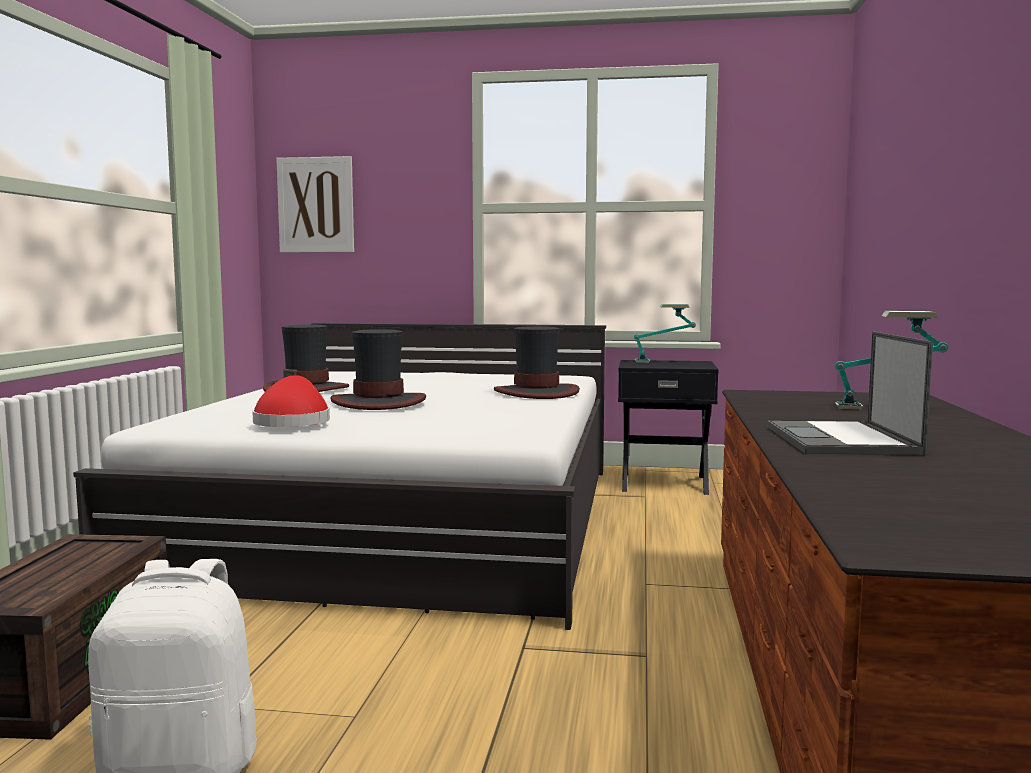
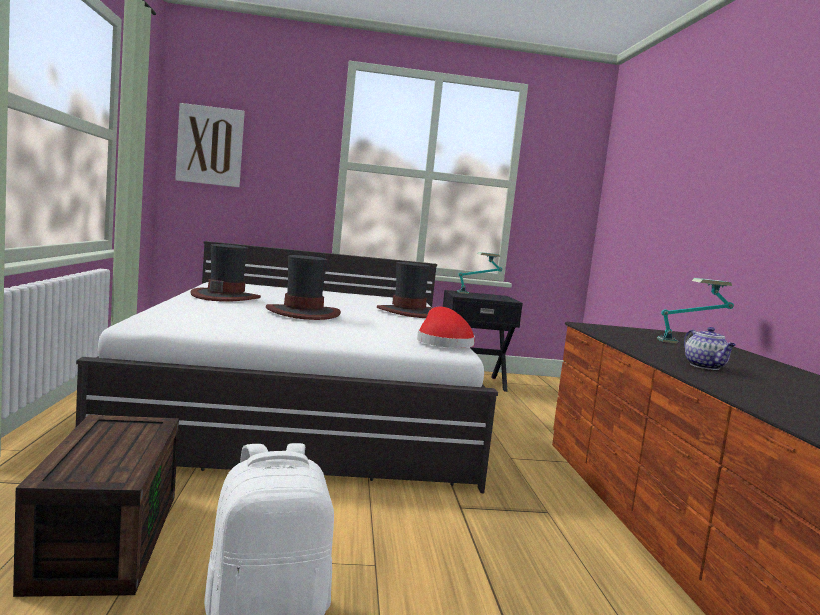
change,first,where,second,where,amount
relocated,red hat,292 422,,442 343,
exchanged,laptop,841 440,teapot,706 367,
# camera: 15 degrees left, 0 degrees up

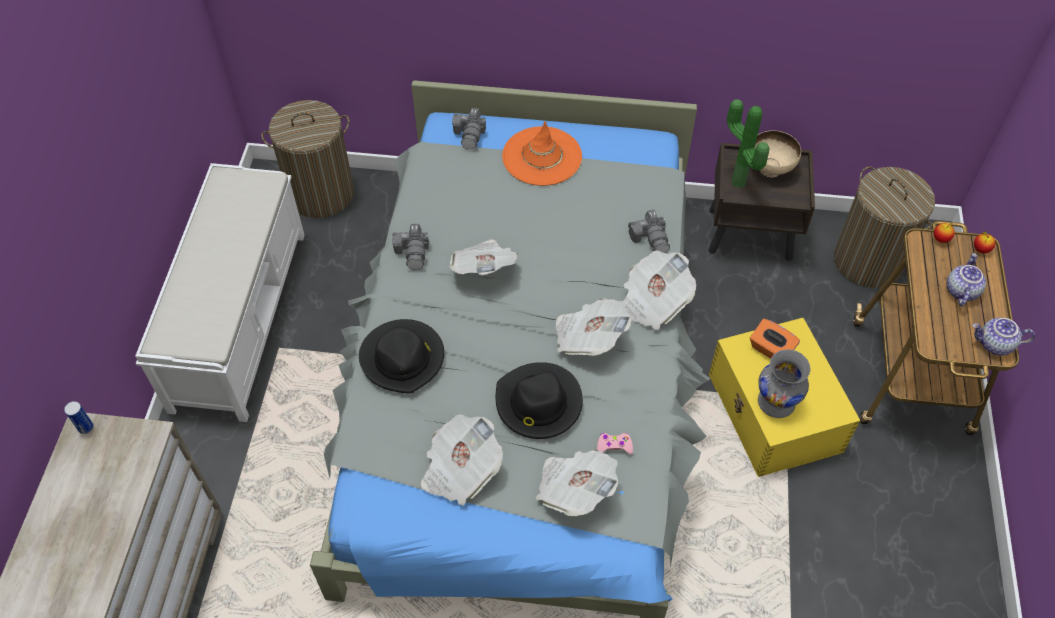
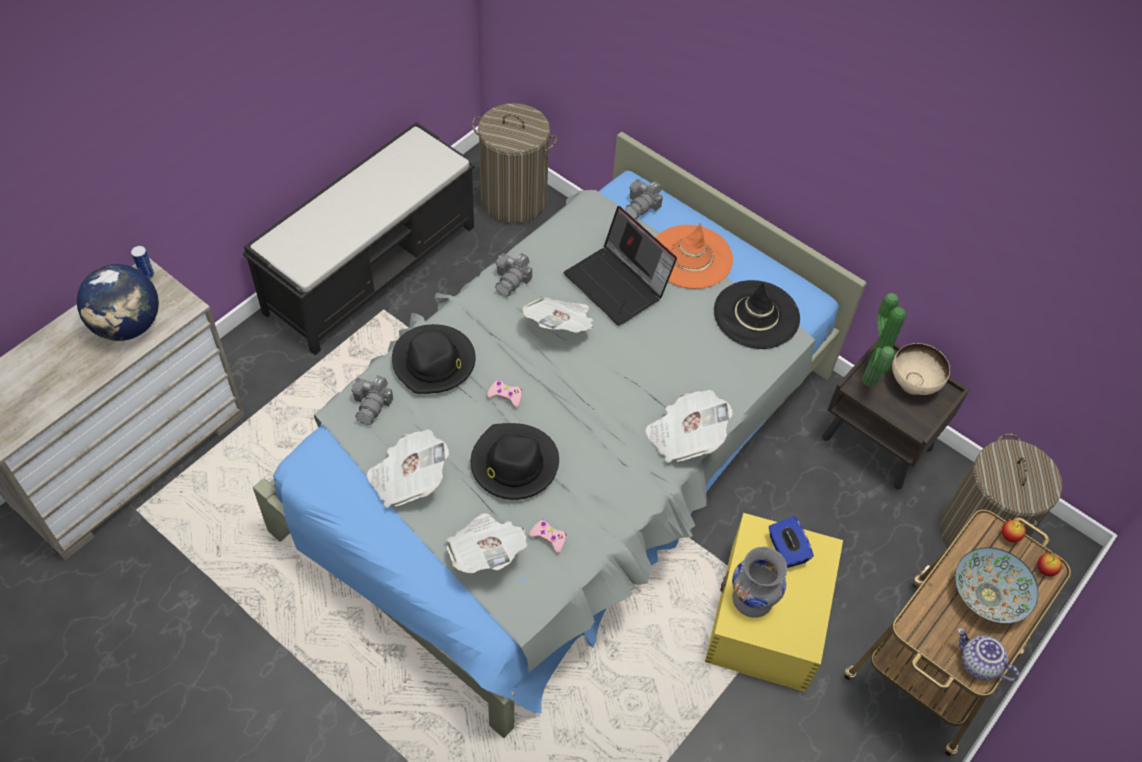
change,first,where,second,where,amount
missing,newspaper,589 338,,,
appeared,,,globe,128 326,
appeared,,,pink game controller,505 395,
appeared,,,laptop,618 284,
appeared,,,black hat,756 315,
relocated,photo camera,651 238,,372 405,
exchanged,teapot,960 290,bowl,987 595,
colour,white bench,240 317,black bench,372 267,
colour,orange tissue box,770 349,blue tissue box,786 550,
# camera: 30 degrees right, 0 degrees up

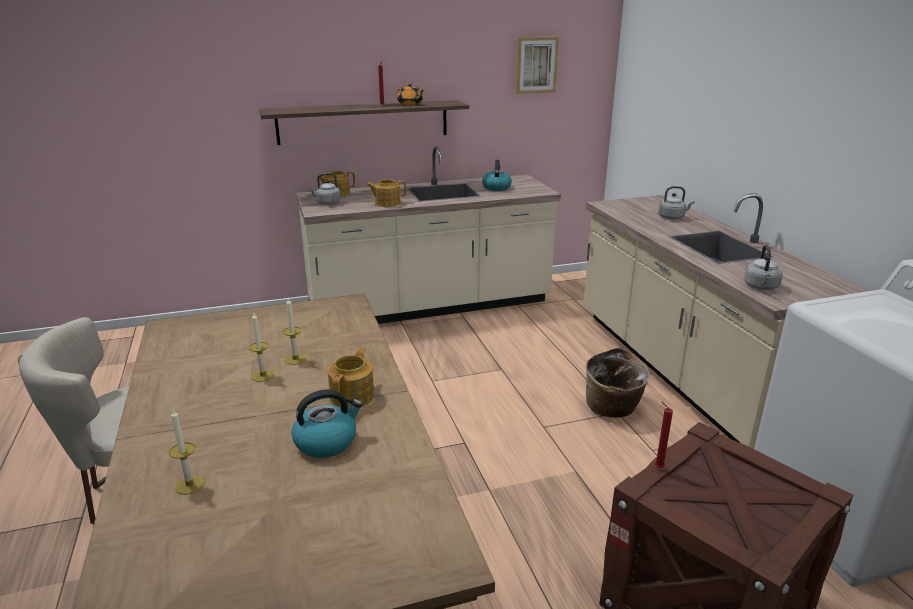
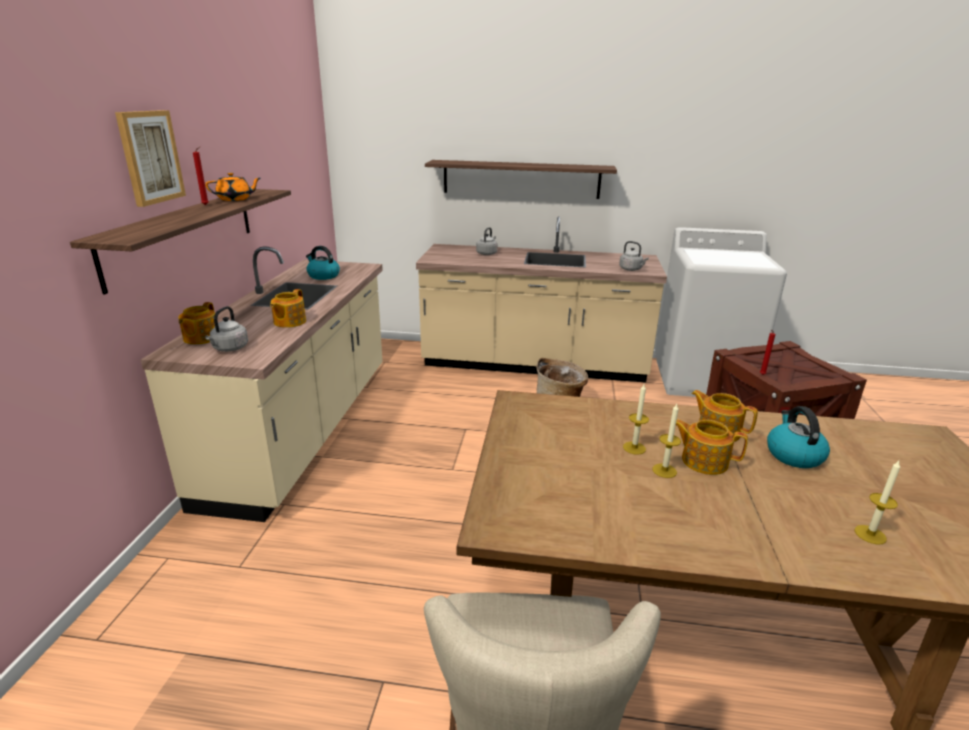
change,first,where,second,where,amount
appeared,,,shelf,521 179,
appeared,,,teapot,703 461,
relocated,picture,535 65,,150 157,
# camera: 65 degrees left, 0 degrees up

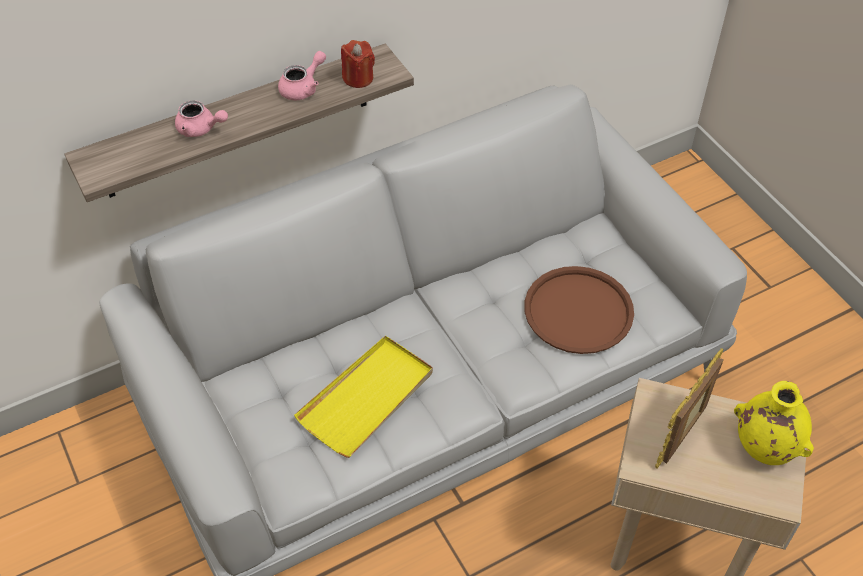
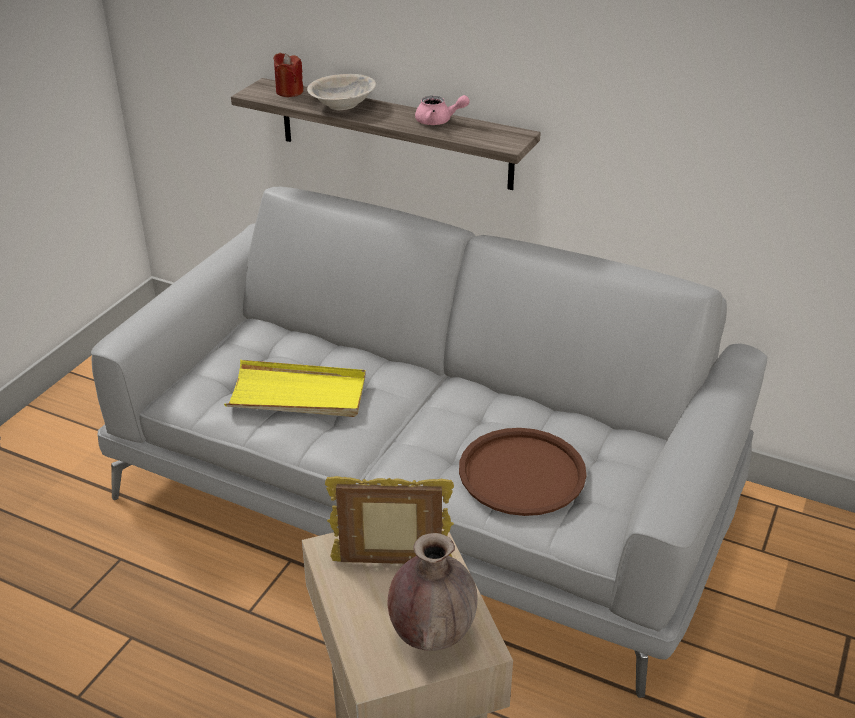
change,first,where,second,where,amount
relocated,red candle,358 78,,289 92,
exchanged,pink teapot,200 129,beige bowl,343 105,
colour,yellow vase,763 448,brown vase,432 635,
# camera: 55 degrees right, 15 degrees down

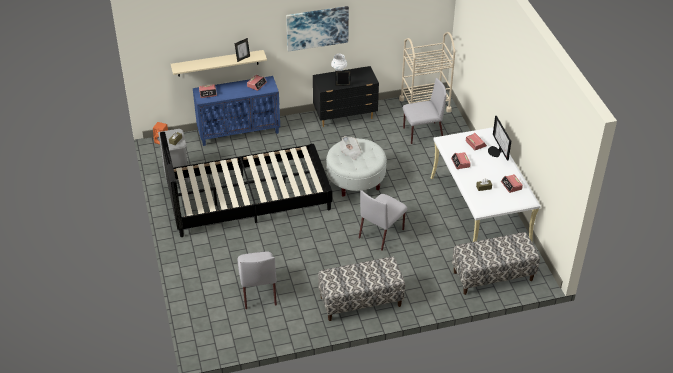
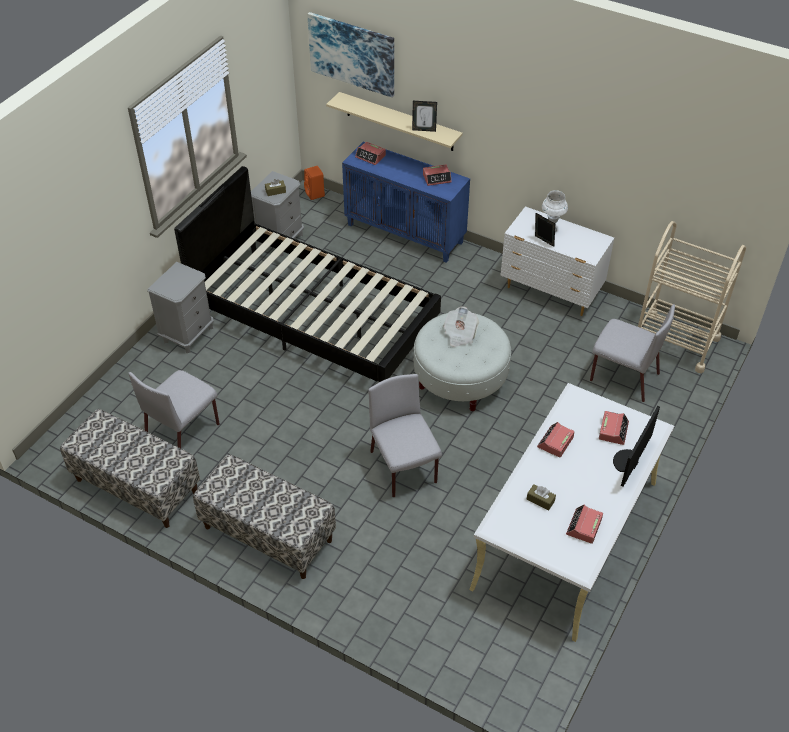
change,first,where,second,where,amount
appeared,,,grey nightstand,188 334,
relocated,picture,317 28,,352 53,
relocated,bench,492 276,,136 486,
colour,black dresser,345 116,white dresser,551 292,
spun,grey chair,381 233,,404 468,75 degrees clockwise
# camera: 45 degrees right, 5 degrees up

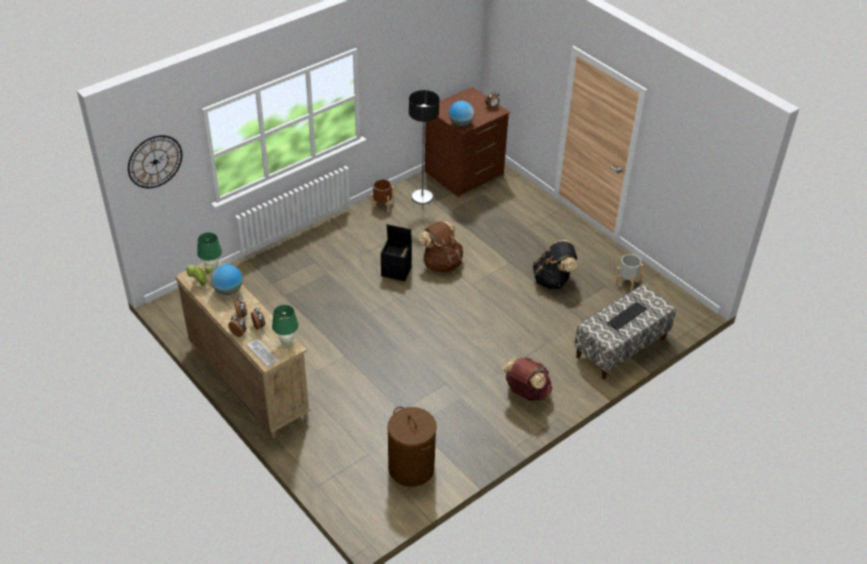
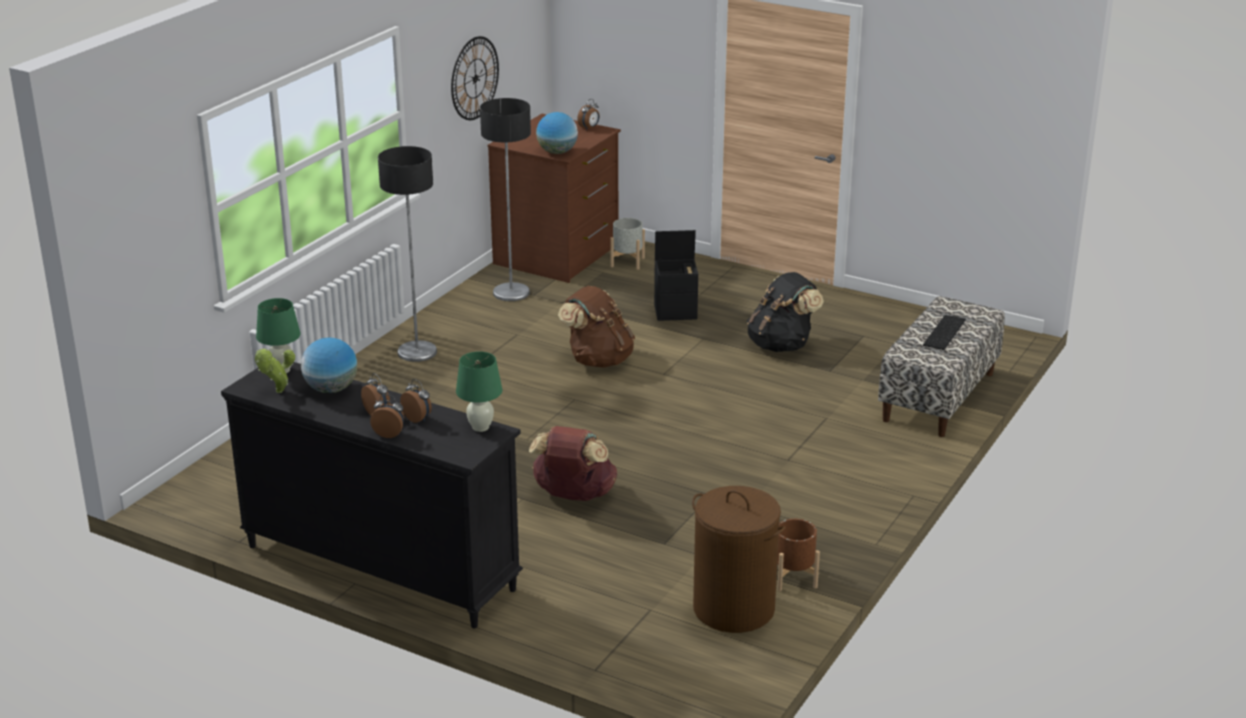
change,first,where,second,where,amount
missing,keyboard,262 353,,,
appeared,,,floor lamp,416 352,
relocated,wall clock,155 161,,475 78,
relocated,brown planter,382 205,,793 578,
relocated,black storage box,397 271,,676 312,
relocated,brown backpack,526 392,,573 495,
relocated,grey planter,627 281,,627 262,
colour,beige dresser,248 381,black dresser,379 567,
# camera: 20 degrees left, 15 degrees down

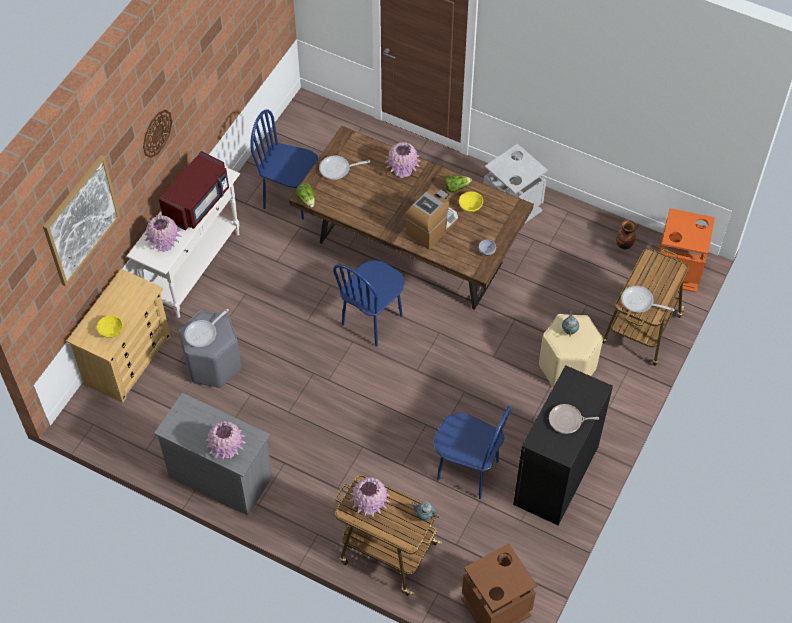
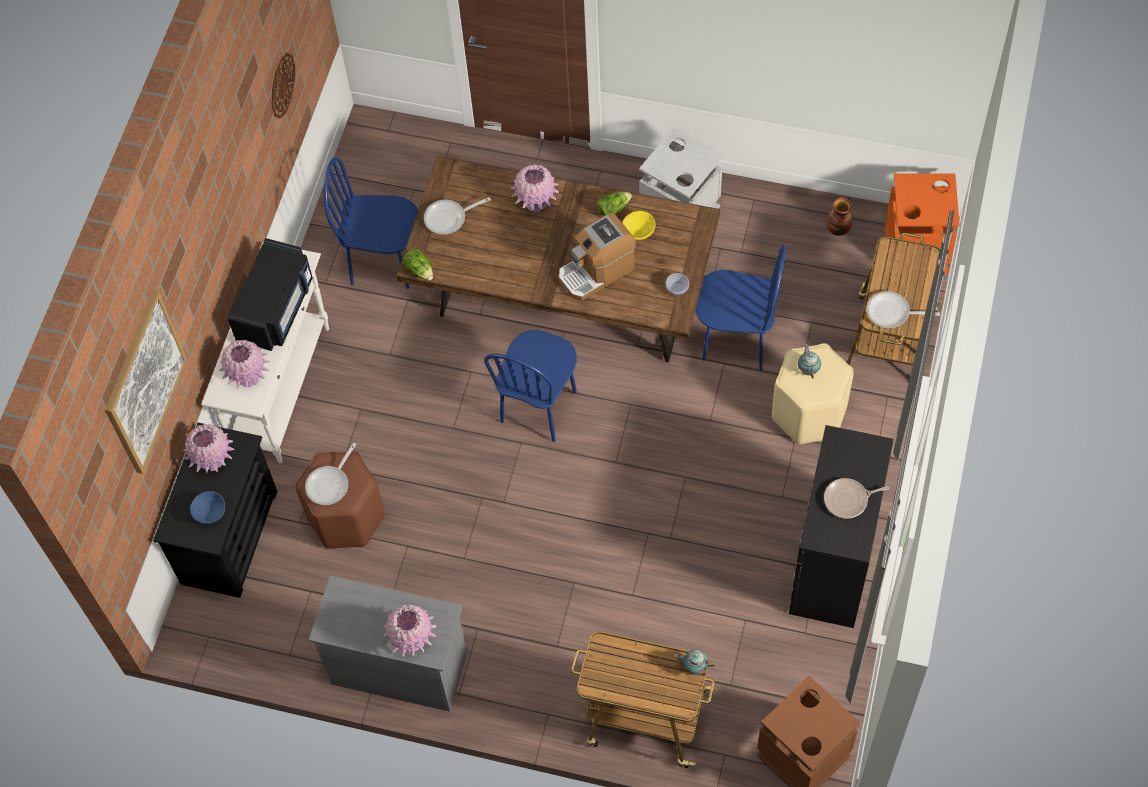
change,first,where,second,where,amount
relocated,wall clock,156 133,,282 85,
relocated,pink vase,370 505,,212 459,
relocated,blue chair,467 471,,736 341,
colour,beige dresser,128 360,black dresser,230 536,
colour,yellow bowl,110 331,blue bowl,209 513,
colour,red microwave,198 203,black microwave,276 308,
colour,grey stool,214 365,brown stool,347 517,
spun,coffee machine,432 227,,596 271,150 degrees counterclockwise
# camera: 10 degrees left, 5 degrees up

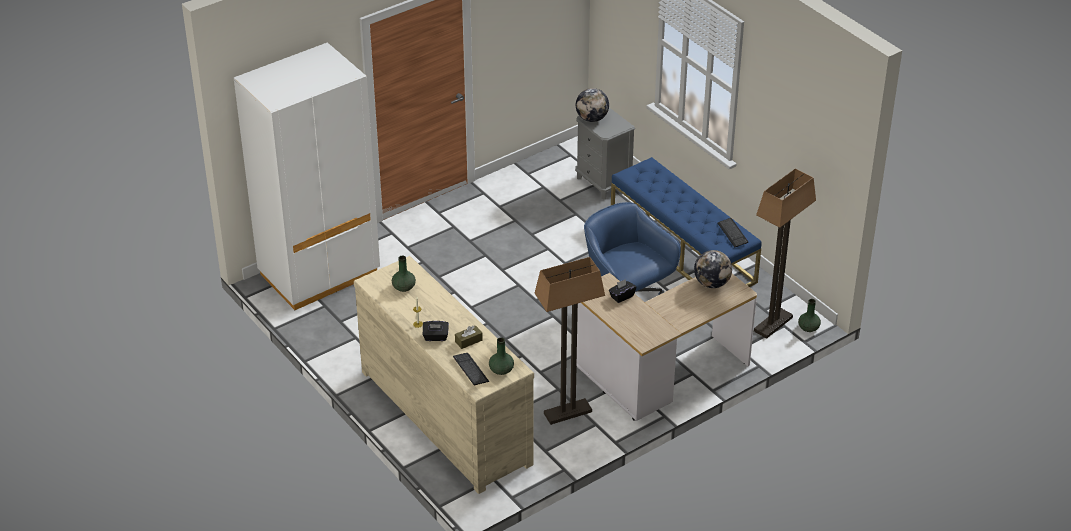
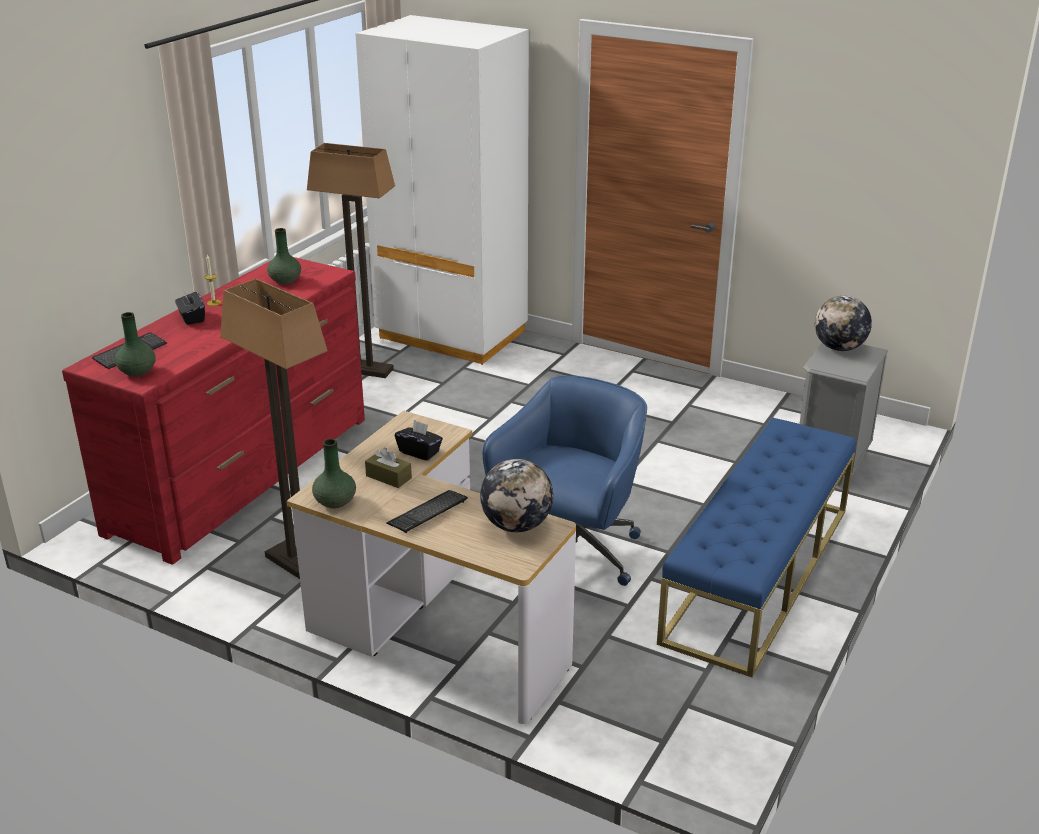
change,first,where,second,where,amount
relocated,brown tissue box,468 341,,388 477,
relocated,keyboard,732 233,,427 512,
relocated,floor lamp,773 324,,364 369,
relocated,green vase,808 328,,335 502,
colour,beige dresser,446 416,red dresser,244 473,
# camera: 65 degrees right, 10 degrees down

